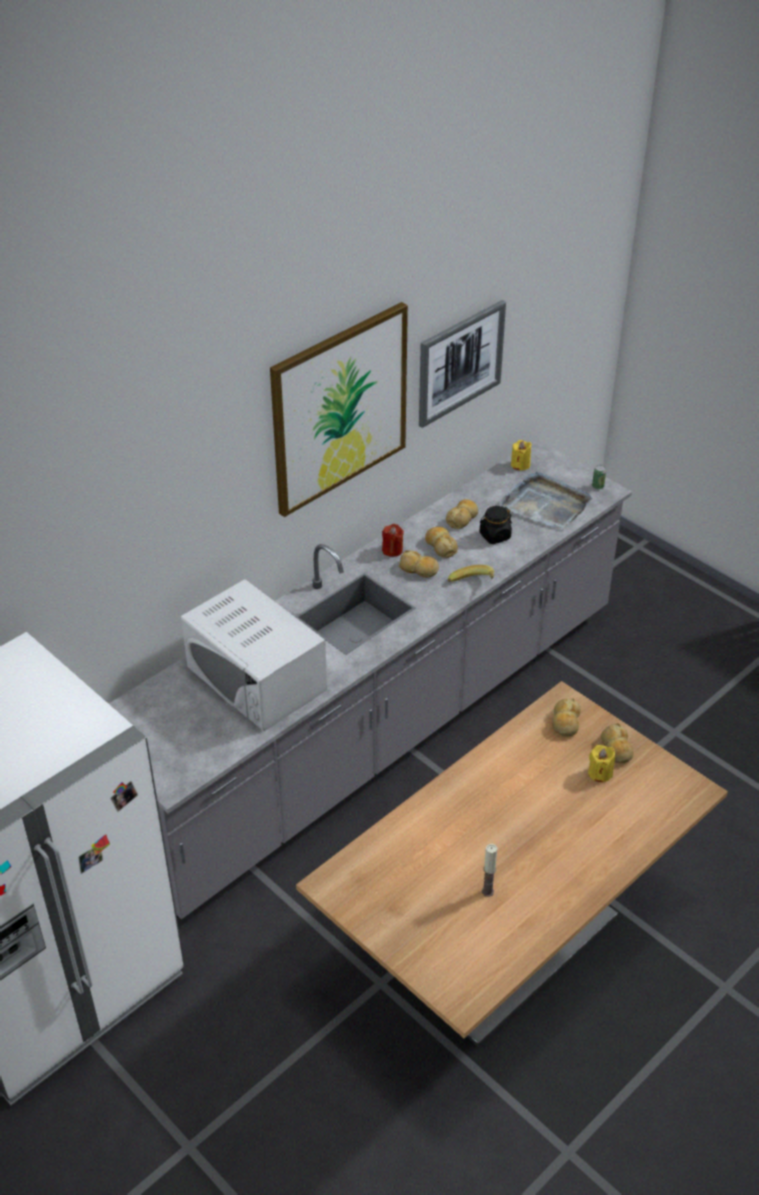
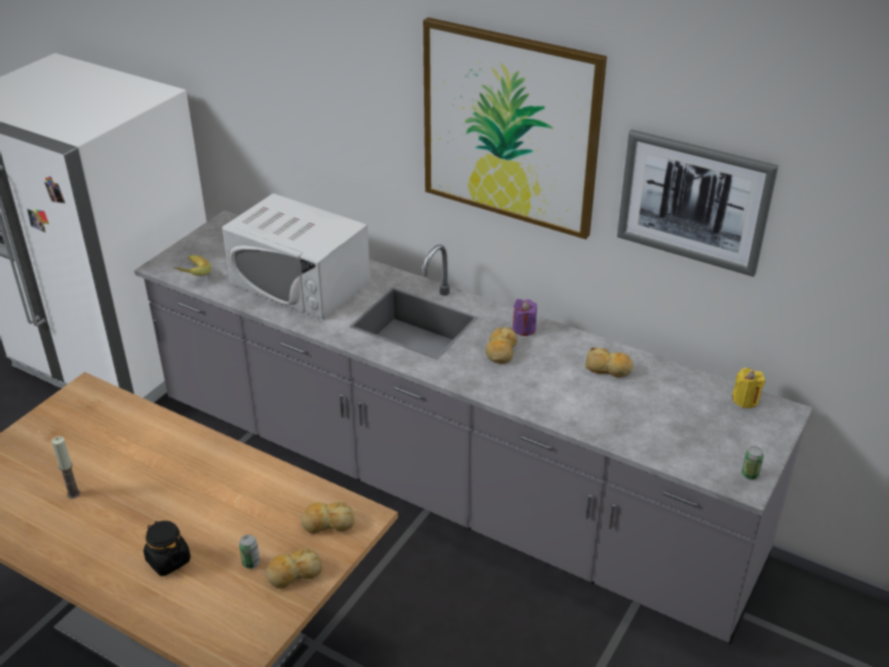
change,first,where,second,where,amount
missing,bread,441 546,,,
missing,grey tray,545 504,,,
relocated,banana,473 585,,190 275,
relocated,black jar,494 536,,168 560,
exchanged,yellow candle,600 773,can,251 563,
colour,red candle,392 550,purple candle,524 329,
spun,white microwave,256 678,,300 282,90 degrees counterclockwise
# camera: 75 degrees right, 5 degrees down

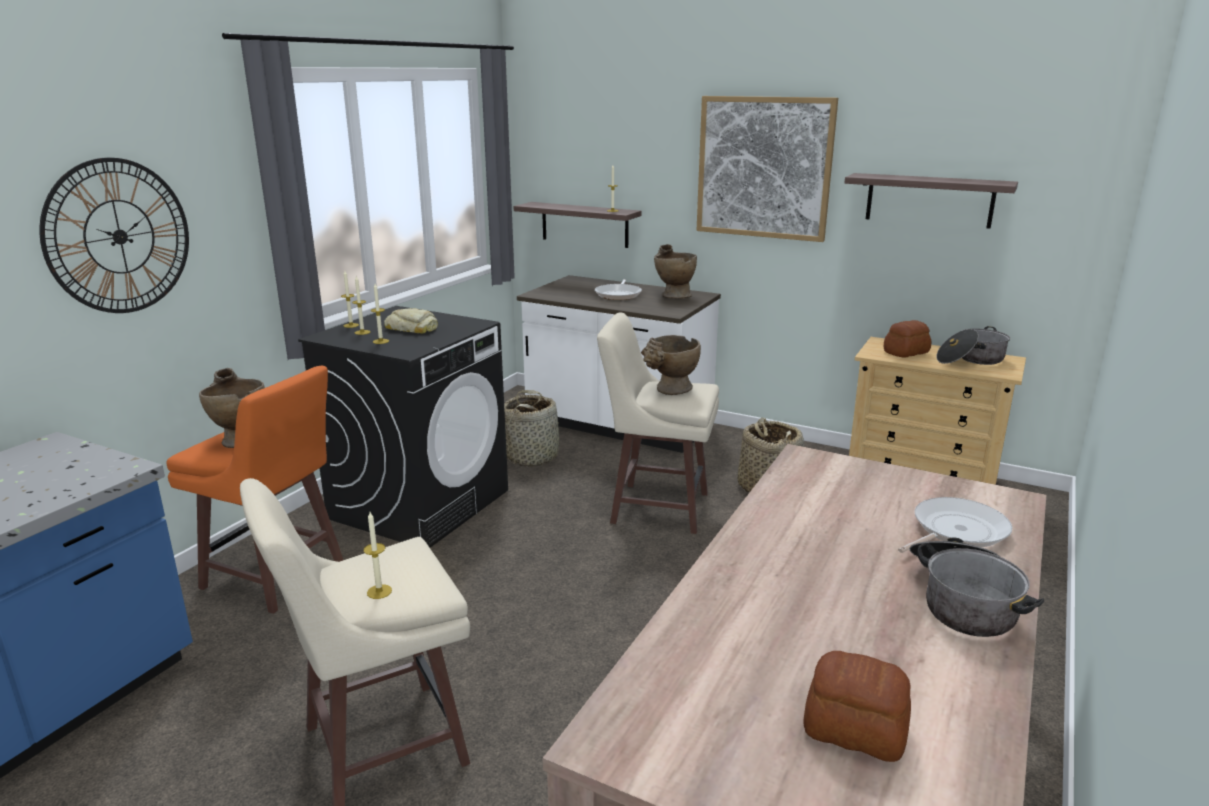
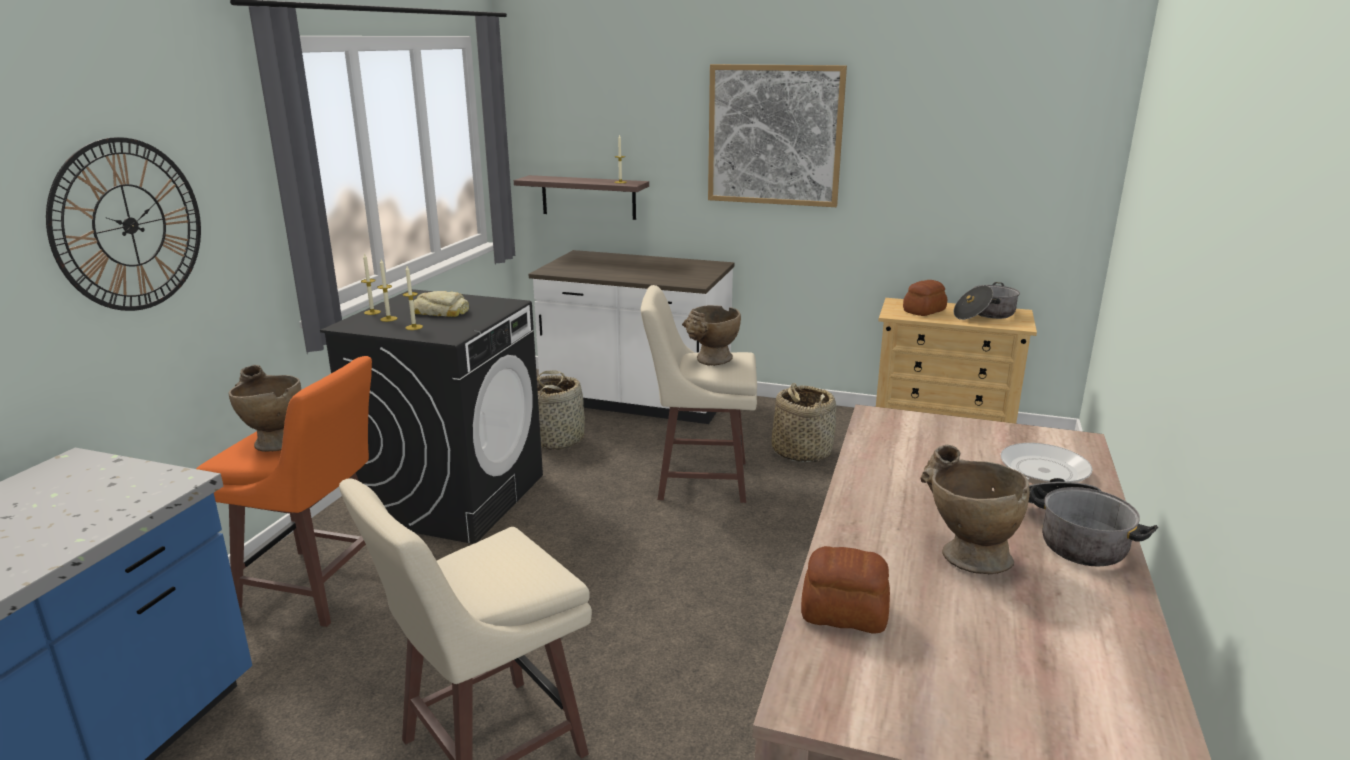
change,first,where,second,where,amount
missing,candle,379 591,,,
missing,frying pan,619 294,,,
missing,shelf,929 200,,,
relocated,beige vase,672 295,,964 554,
relocated,bread,855 731,,845 613,
# camera: 10 degrees left, 0 degrees up

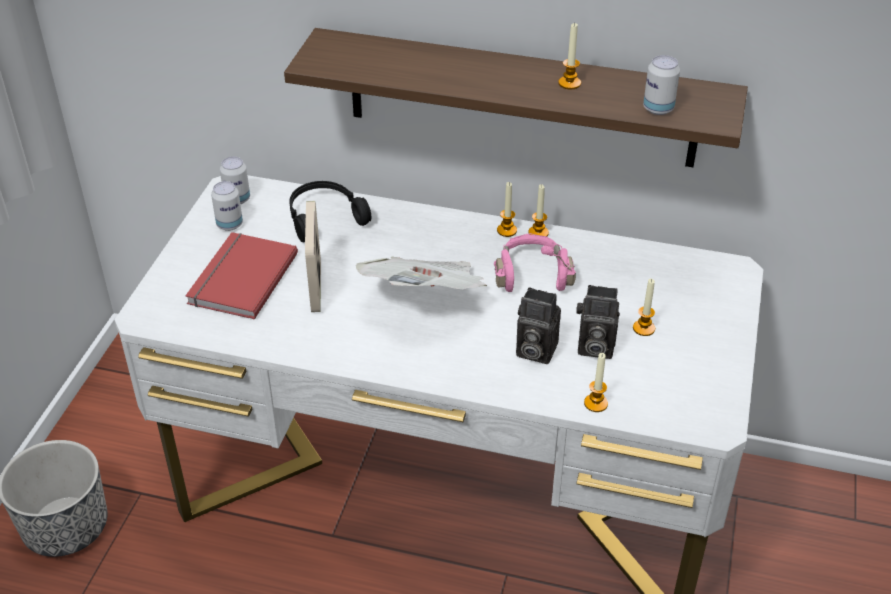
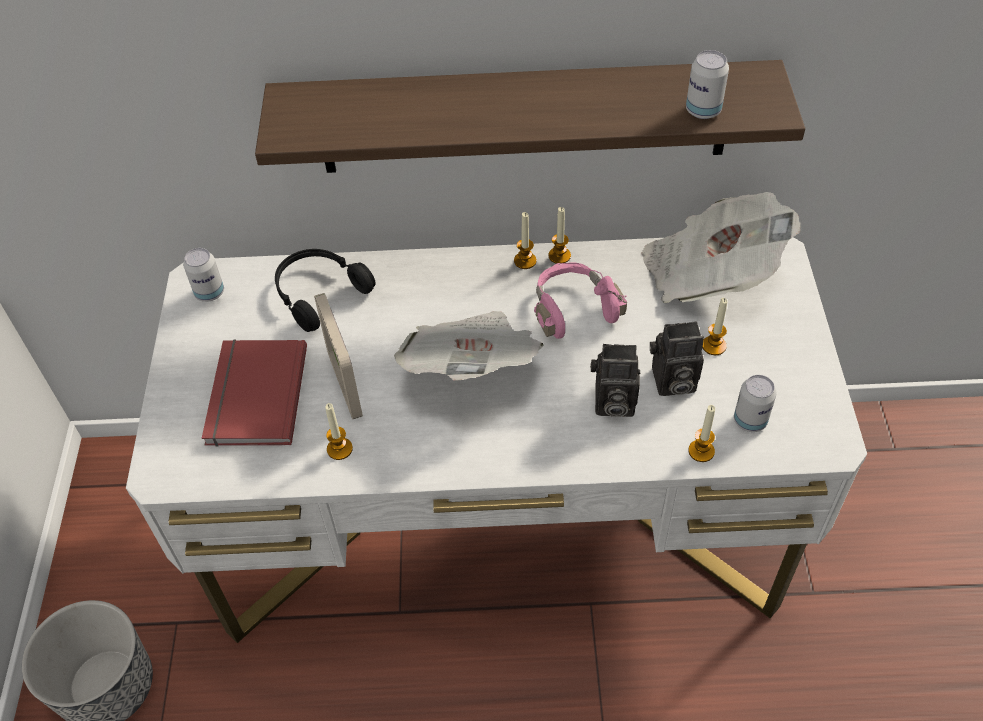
change,first,where,second,where,amount
appeared,,,newspaper,710 273,
relocated,can,229 224,,750 421,
relocated,candle,569 83,,339 449,
# camera: 15 degrees left, 10 degrees up

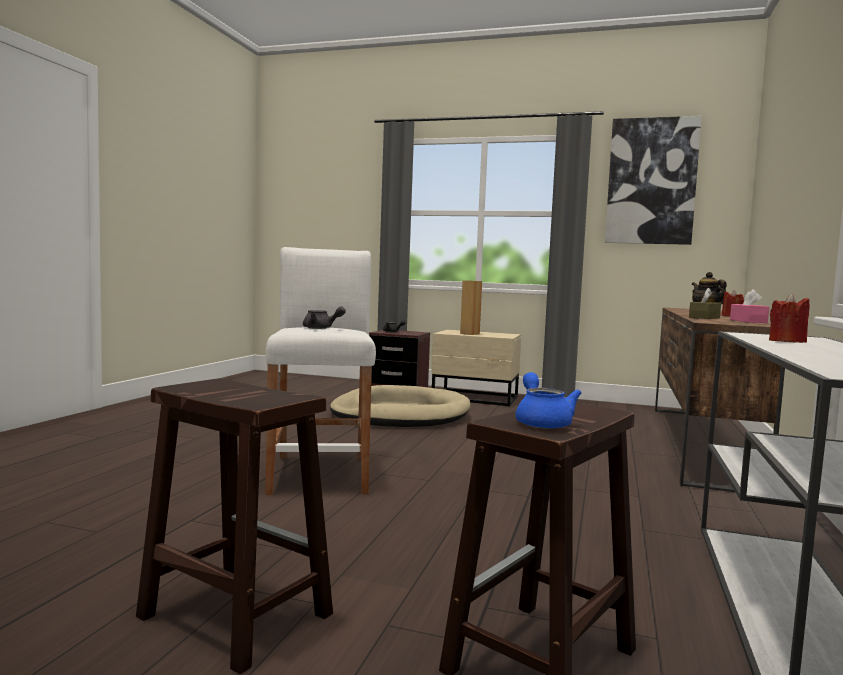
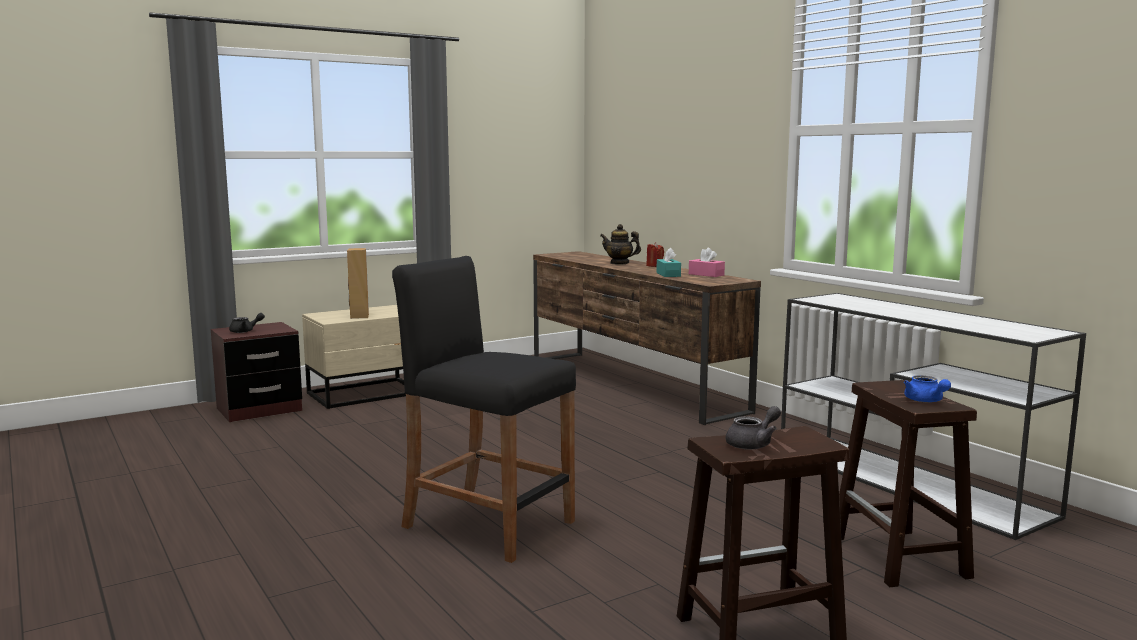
change,first,where,second,where,amount
missing,beige dog bed,400 414,,,
missing,picture,651 181,,,
missing,red candle,787 341,,,
relocated,grey teapot,321 328,,753 444,
colour,white stool,320 474,black stool,488 524,
colour,brown tissue box,704 318,turquoise tissue box,668 274,
spun,blue teapot,542 422,,925 401,135 degrees counterclockwise
# camera: 50 degrees left, 5 degrees up

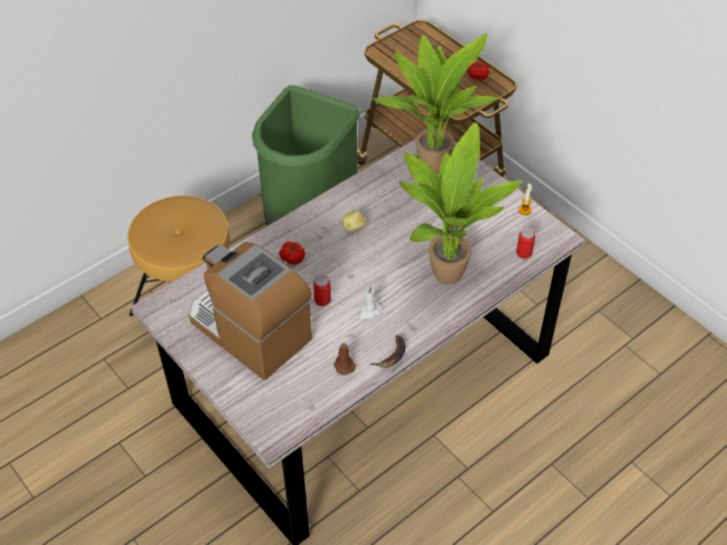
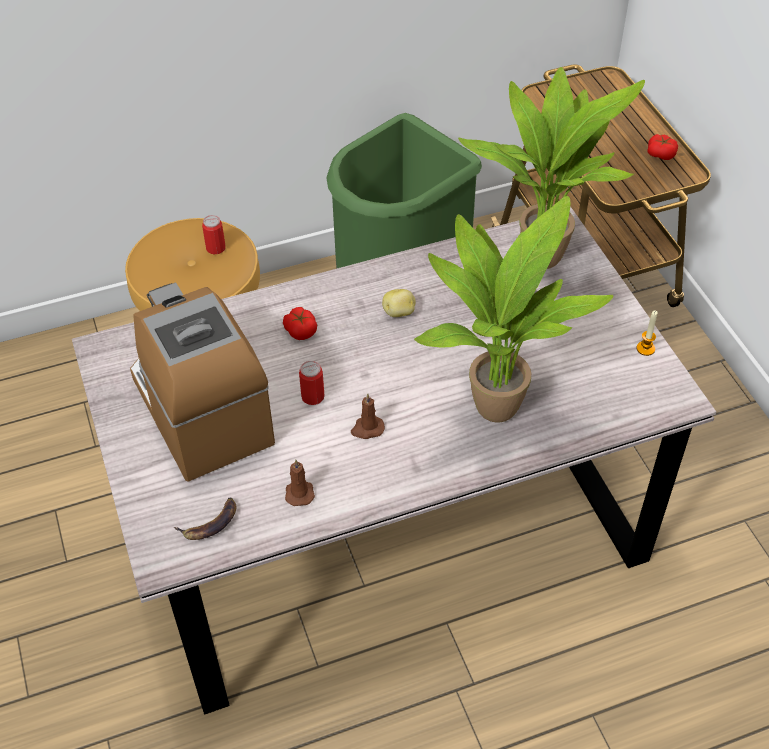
change,first,where,second,where,amount
relocated,banana,391 354,,210 523,
relocated,can,524 253,,216 248,
colour,white candle,369 311,brown candle,367 429,
# camera: 20 degrees right, 0 degrees up

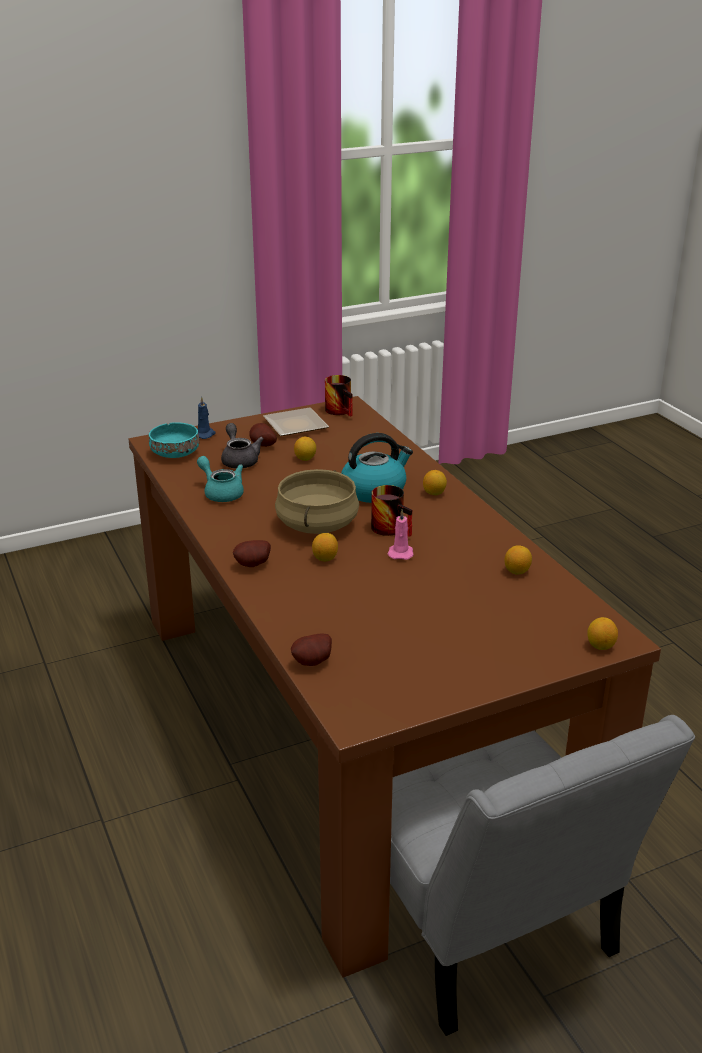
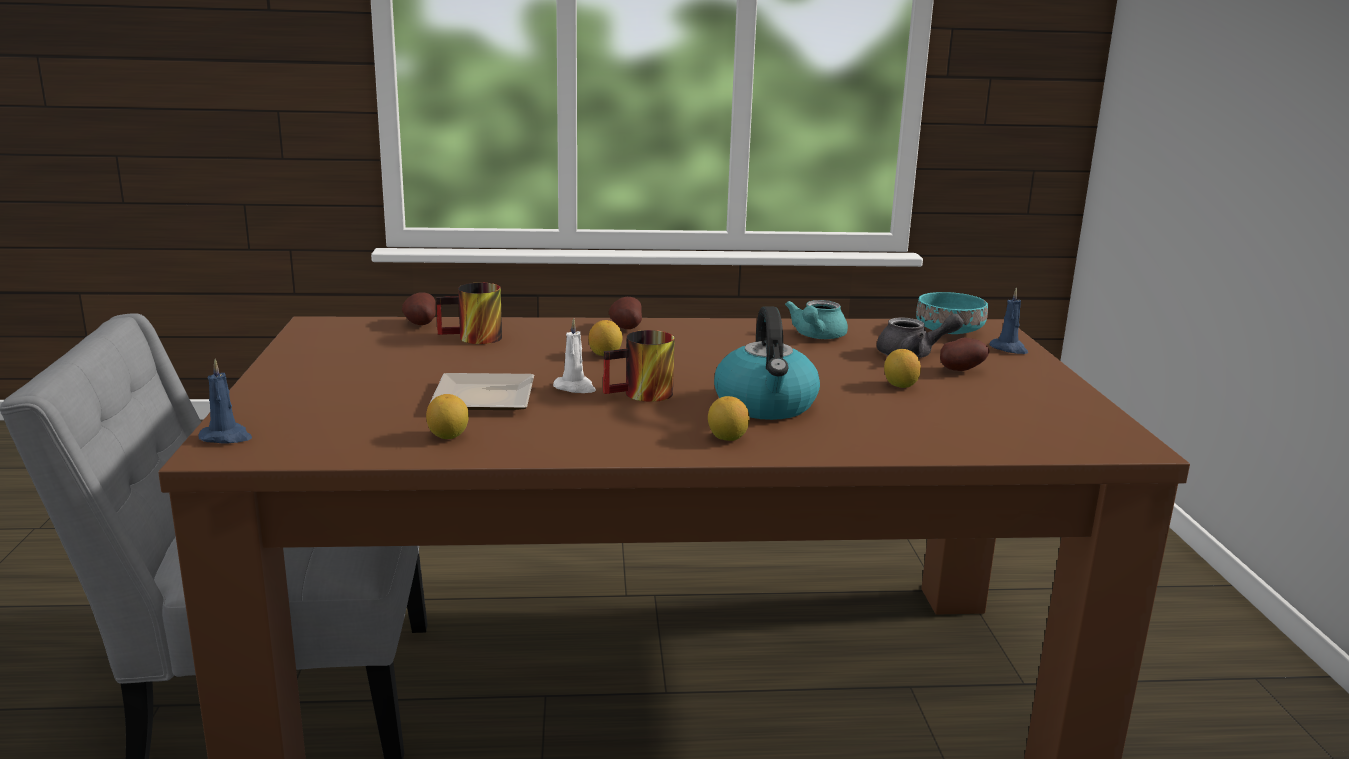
change,first,where,second,where,amount
missing,beige cooking pot,318 524,,,
relocated,plate,294 426,,480 397,
relocated,mug,342 411,,472 339,
exchanged,lemon,600 646,blue candle,226 437,
colour,pink candle,400 553,white candle,575 388,
spun,turquoise teapot,221 492,,816 336,135 degrees clockwise
# camera: 110 degrees right, 10 degrees down

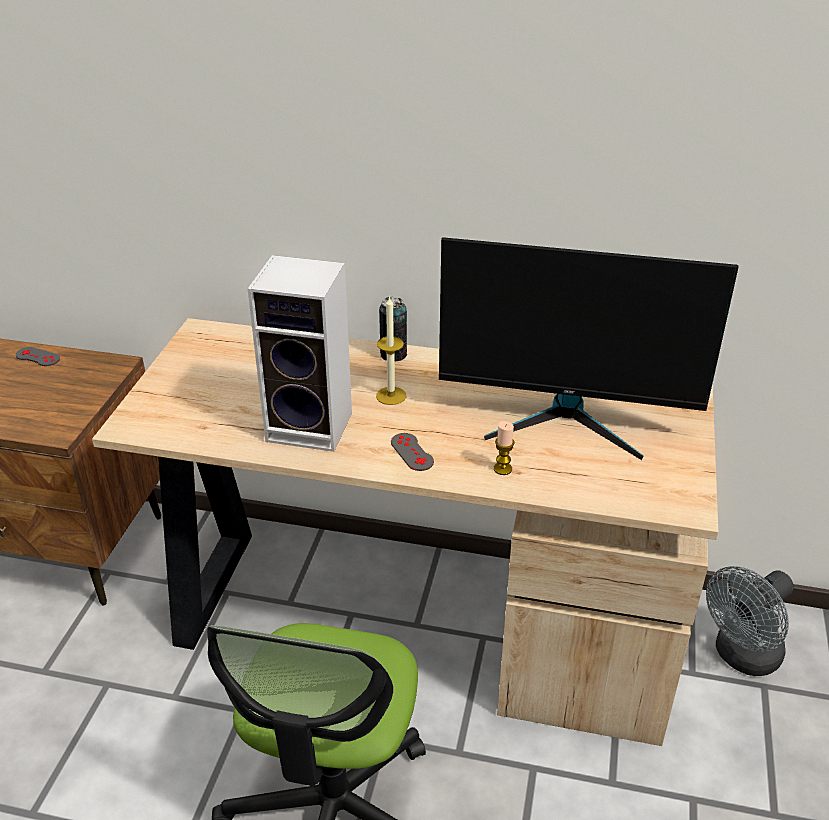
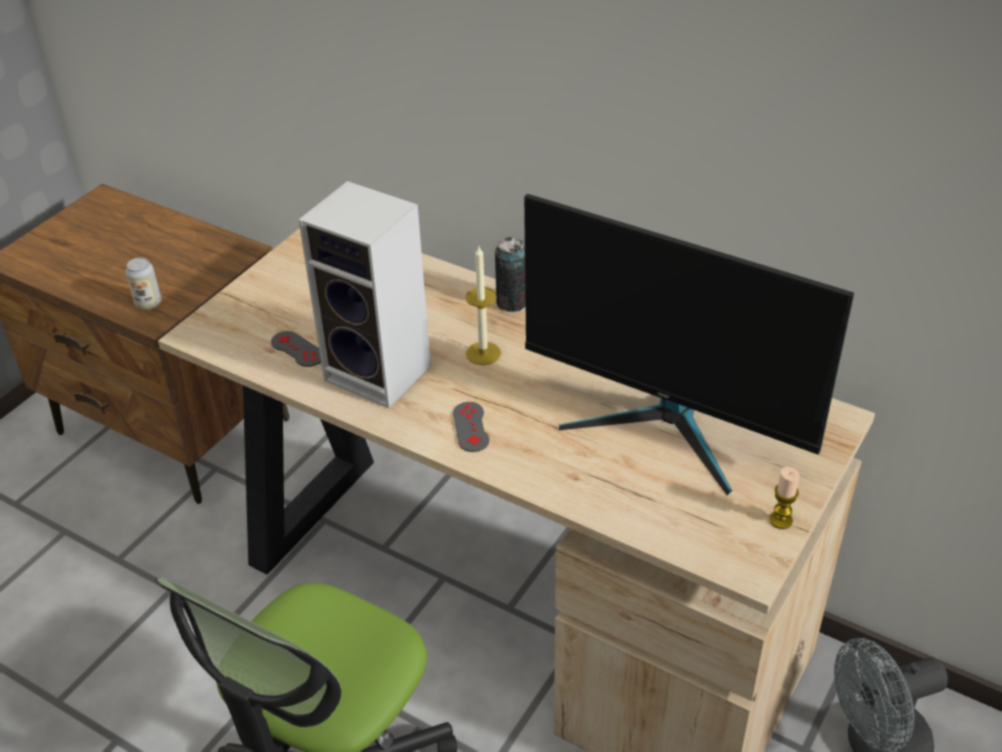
change,first,where,second,where,amount
appeared,,,can,148 303,
relocated,grey game controller,37 357,,297 349,
relocated,candle,502 469,,781 520,
# camera: 20 degrees right, 5 degrees up

